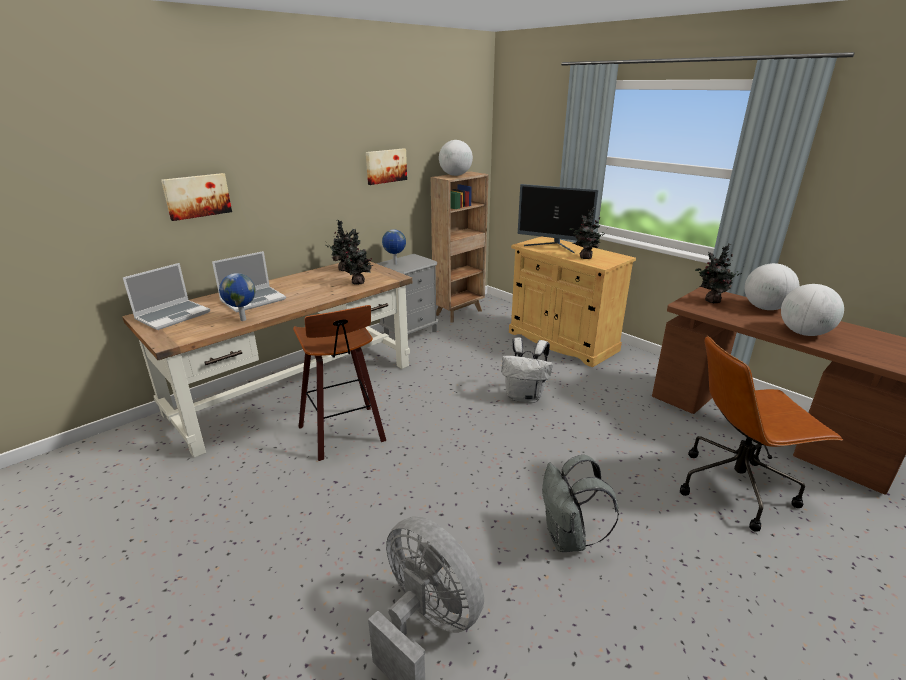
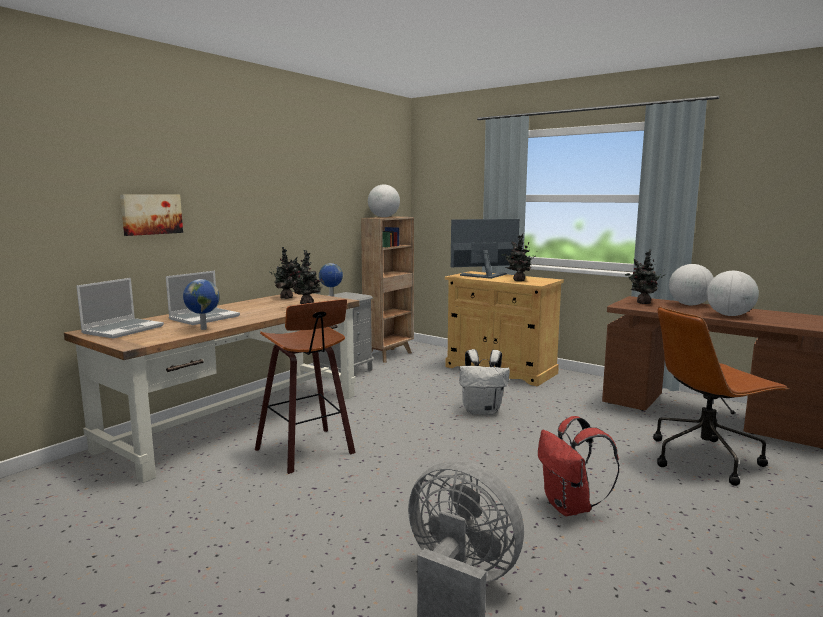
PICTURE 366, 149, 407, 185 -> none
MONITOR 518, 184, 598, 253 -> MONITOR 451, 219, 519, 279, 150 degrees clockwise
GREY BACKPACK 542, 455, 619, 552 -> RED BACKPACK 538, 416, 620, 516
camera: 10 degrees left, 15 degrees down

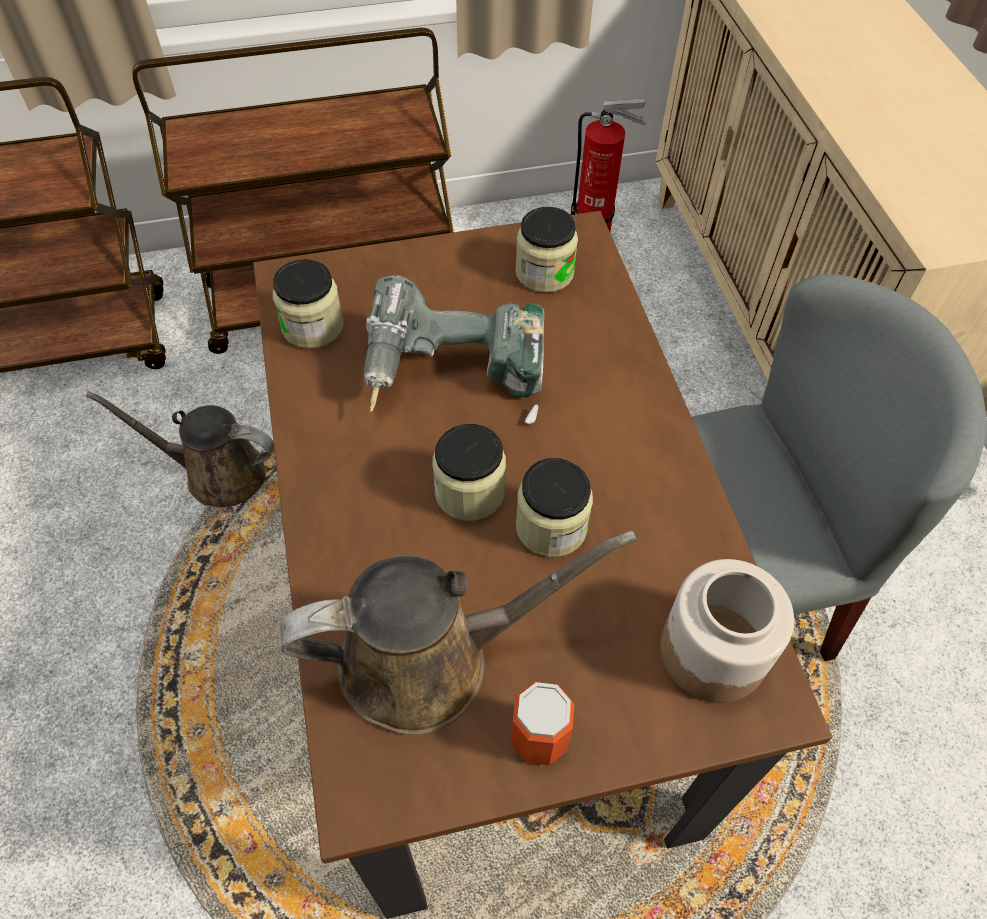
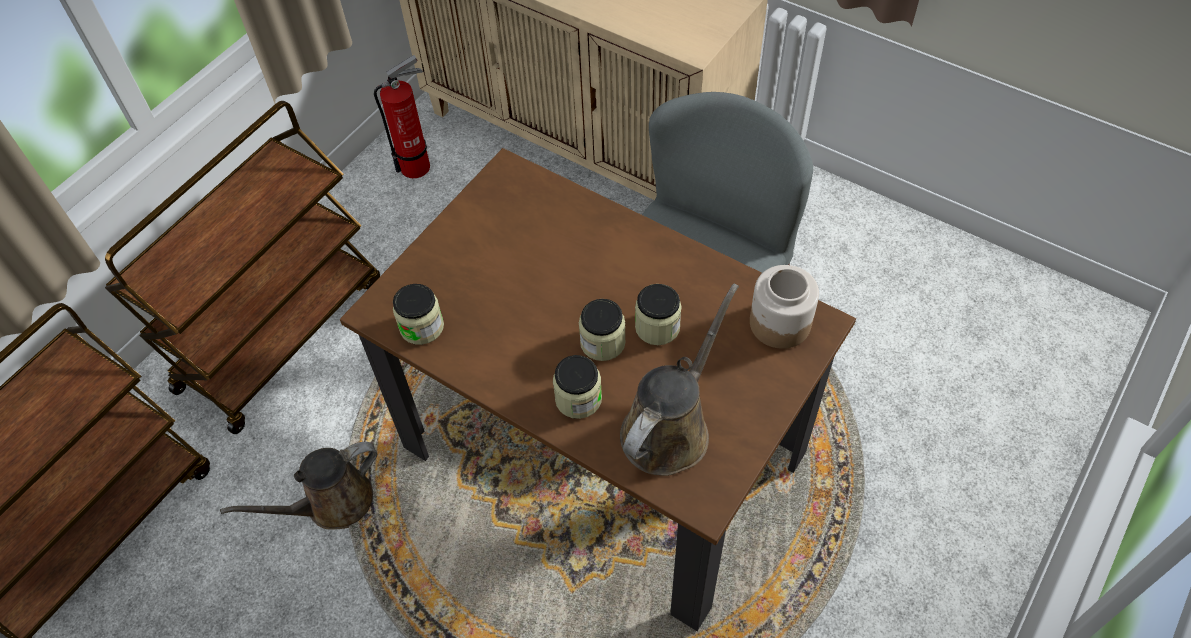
JAR 515, 207, 578, 293 -> JAR 553, 355, 602, 419, shifted
POWER DRILL 364, 275, 544, 424 -> none
CAN 511, 682, 574, 765 -> none
camera: 40 degrees left, 0 degrees up

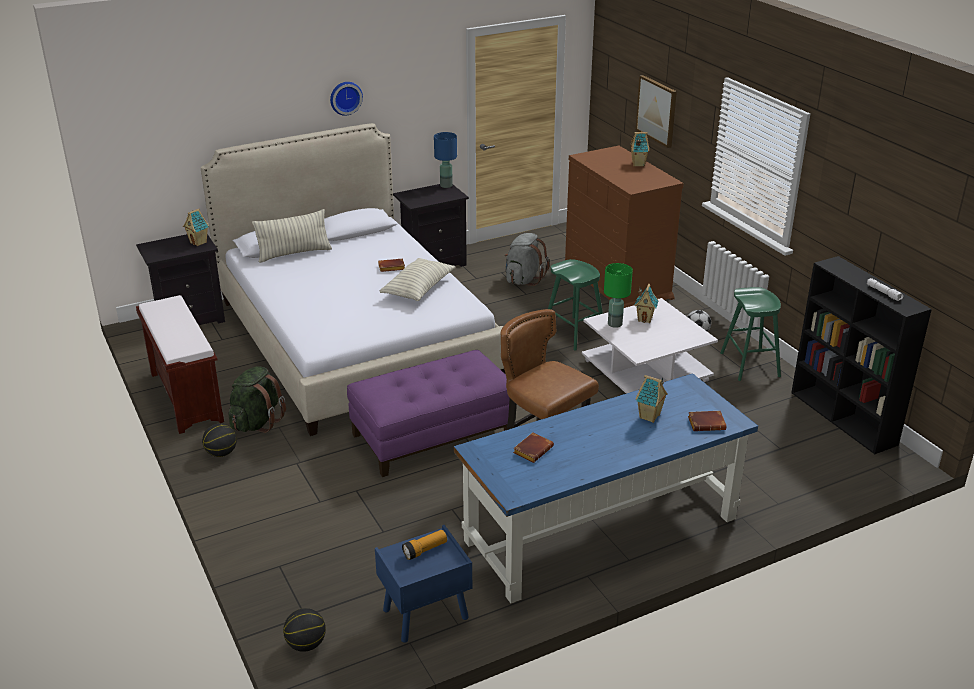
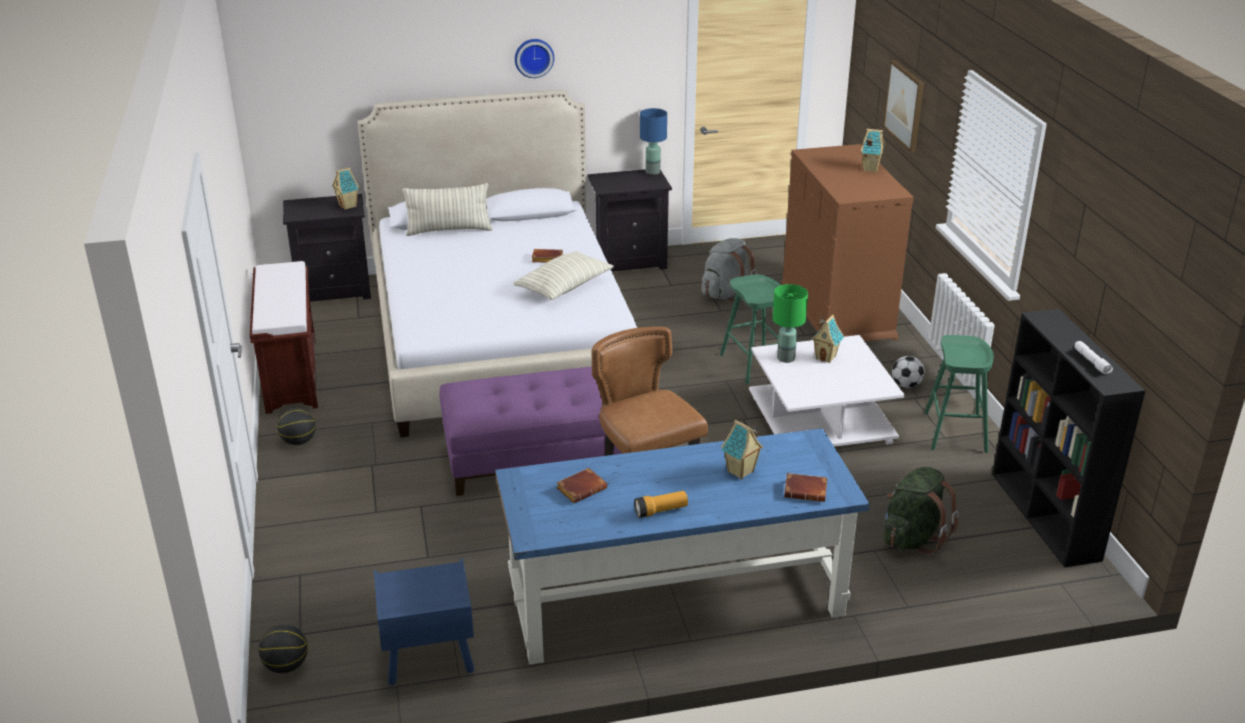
GREEN BACKPACK 228, 366, 286, 433 -> GREEN BACKPACK 883, 467, 959, 555, shifted
FLASHLIGHT 402, 530, 447, 560 -> FLASHLIGHT 634, 491, 688, 518, shifted
camera: 15 degrees right, 0 degrees up

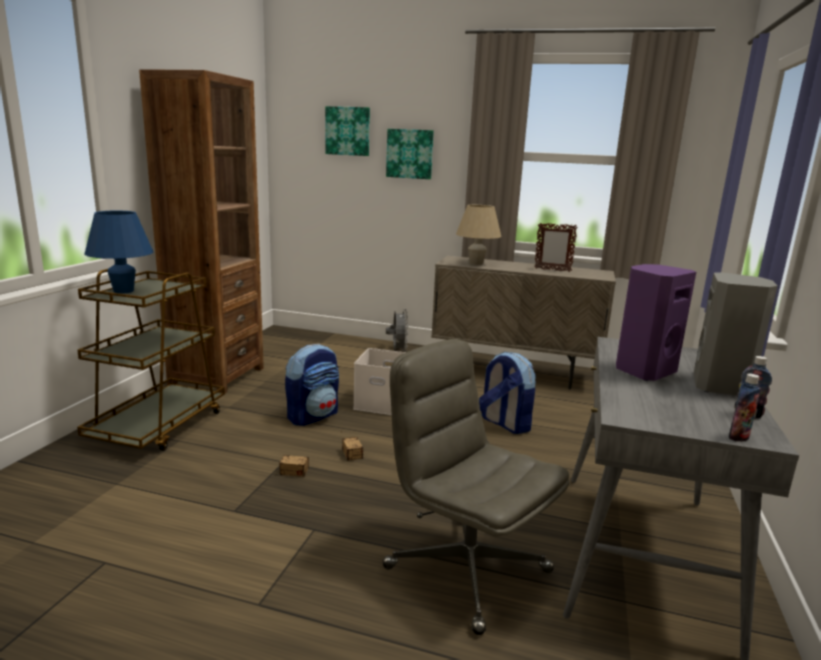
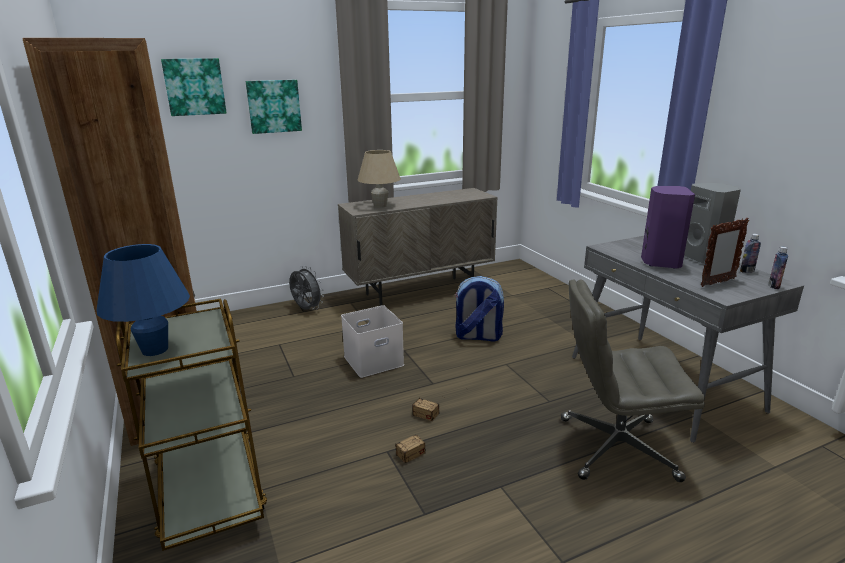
PICTURE FRAME 534, 223, 578, 272 -> PICTURE FRAME 701, 218, 749, 287, shifted
BACKPACK 285, 344, 339, 426 -> none
camera: 40 degrees left, 5 degrees up

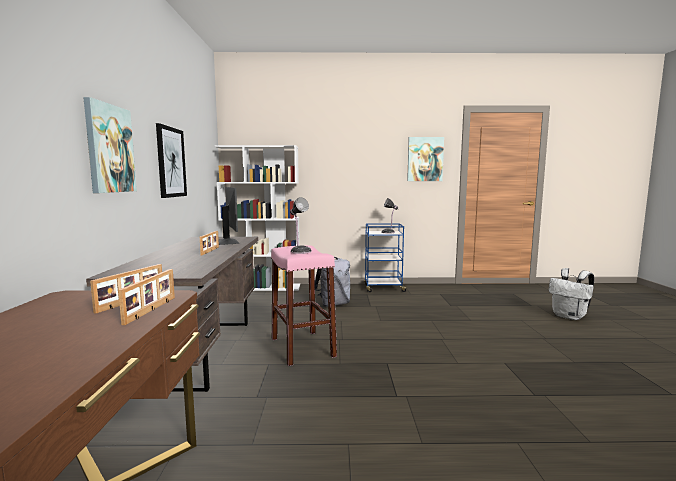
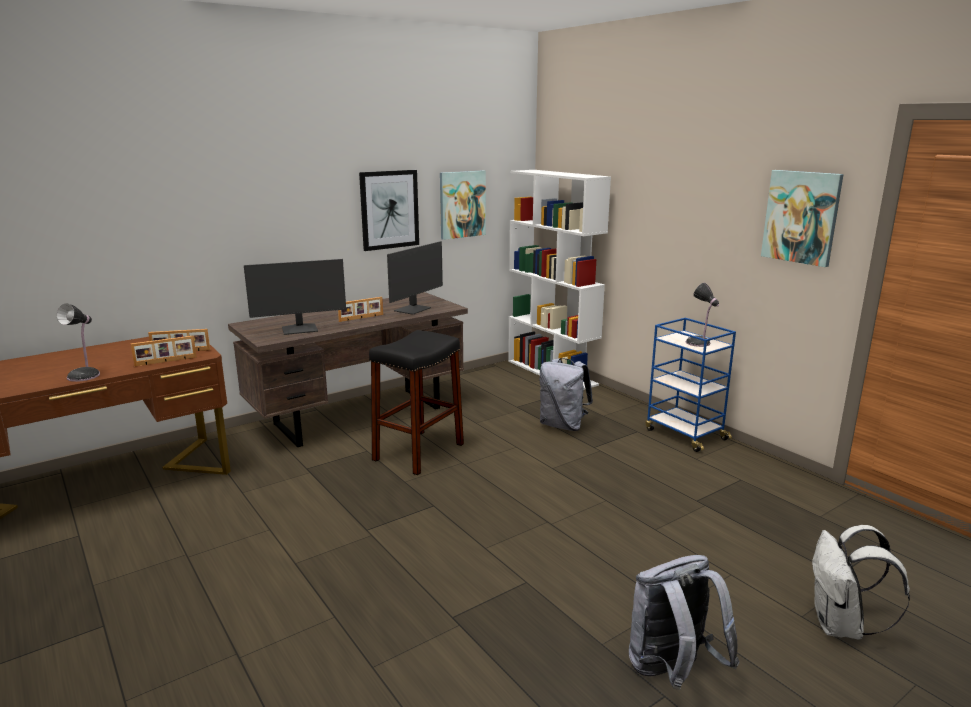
PICTURE 83, 97, 137, 193 -> PICTURE 440, 170, 486, 240, shifted
TABLE LAMP 290, 197, 312, 254 -> TABLE LAMP 57, 303, 100, 382, shifted
PINK STOOL 271, 245, 337, 366 -> BLACK STOOL 369, 330, 464, 475
none -> MONITOR 244, 259, 346, 335
none -> GREY BACKPACK 629, 555, 740, 690
camera: 55 degrees right, 10 degrees up

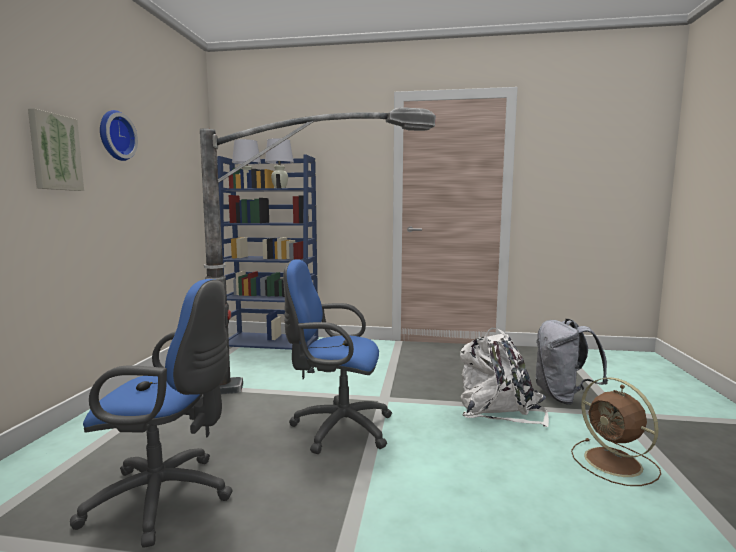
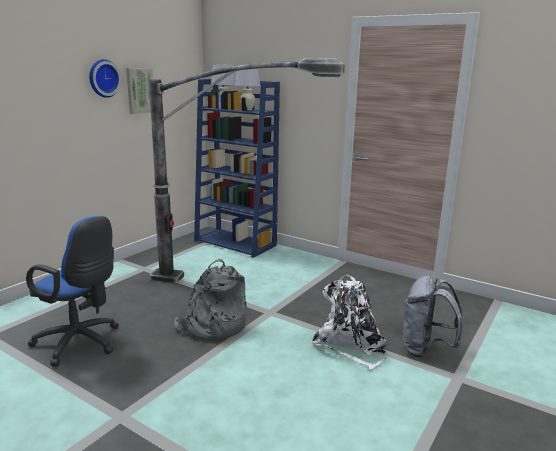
PICTURE 28, 108, 84, 191 -> PICTURE 126, 68, 153, 114, shifted
BLUE OFFICE CHAIR 283, 259, 392, 454 -> GREY BACKPACK 174, 259, 247, 341
BROWN FAN 571, 377, 661, 486 -> none
camera: 25 degrees right, 10 degrees up

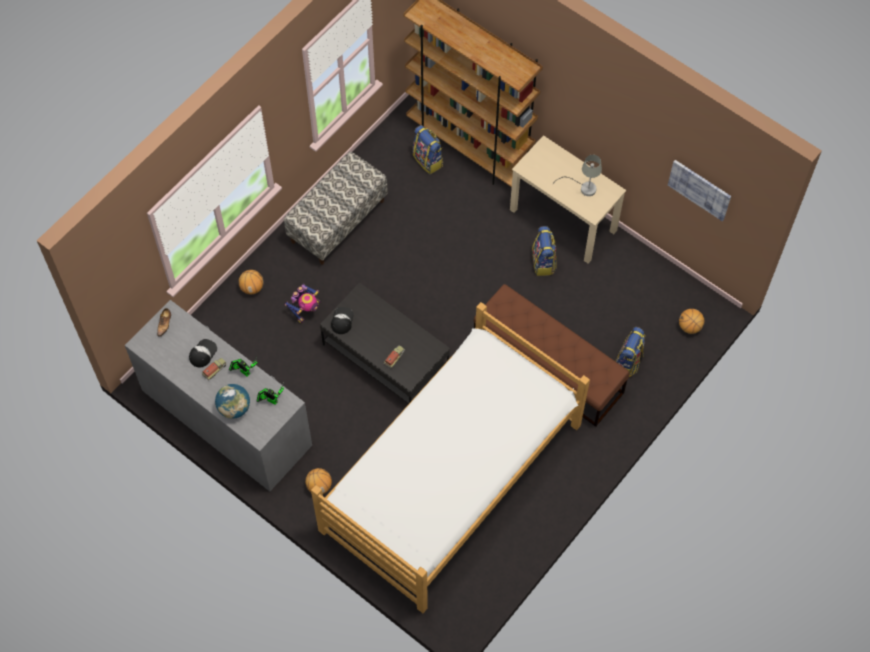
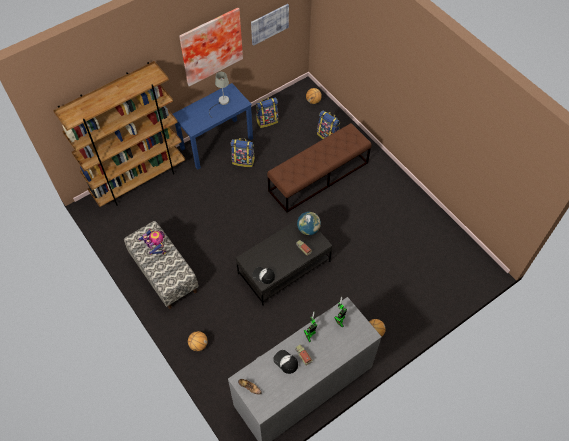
BACKPACK 413, 125, 443, 174 -> BACKPACK 256, 97, 279, 128, shifted
BEIGE DESK 510, 135, 626, 263 -> BLUE DESK 173, 83, 253, 170
TOY ROBOT 284, 284, 320, 323 -> TOY ROBOT 138, 229, 166, 255, shifted
BED 311, 302, 590, 613 -> none
GLOBE 215, 384, 250, 419 -> GLOBE 297, 212, 321, 235, shifted
none -> PICTURE 179, 8, 243, 86
camera: 75 degrees left, 5 degrees down

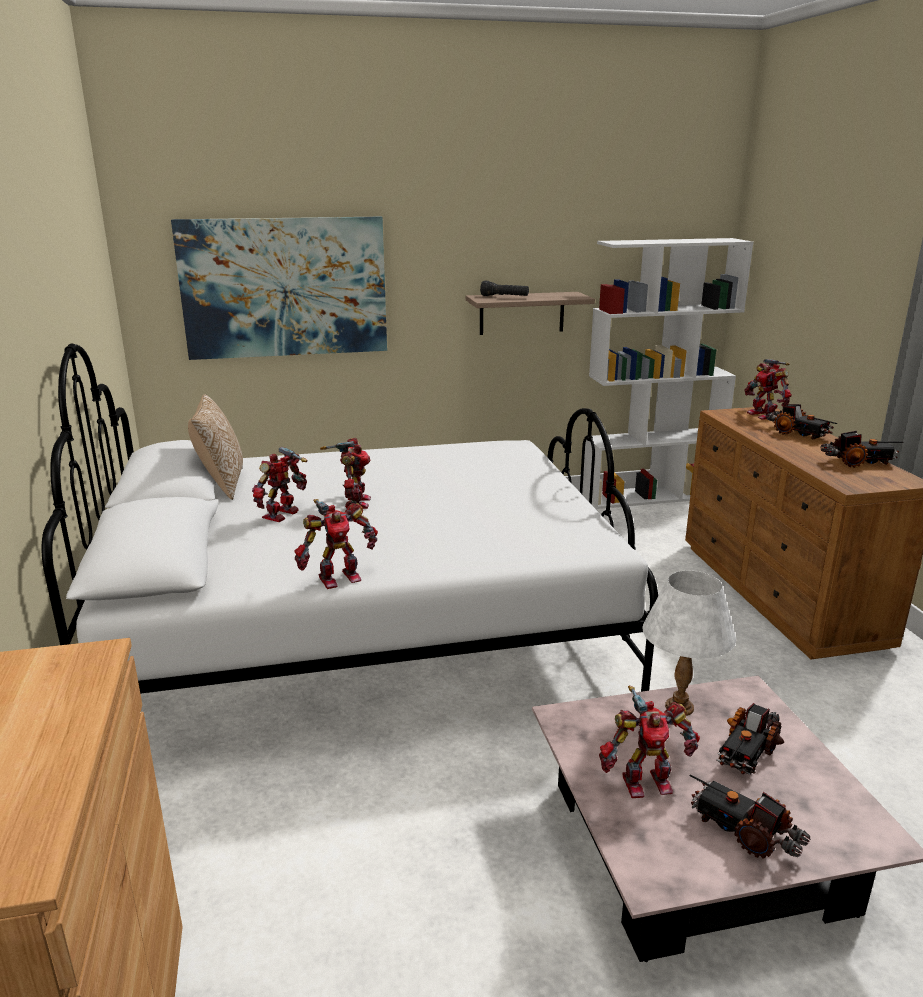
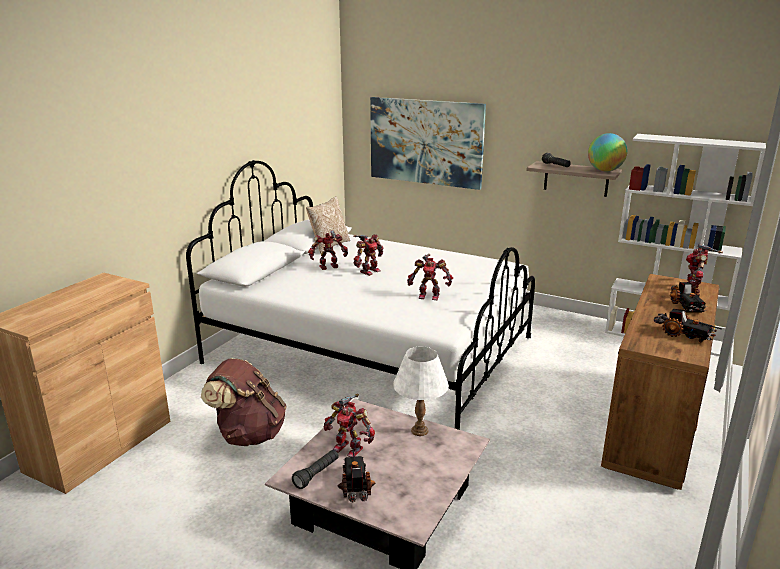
TOY ROBOT 294, 499, 378, 589 -> TOY ROBOT 407, 254, 453, 300, shifted
TOY TRUCK 717, 703, 784, 774 -> none
none -> GLOBE 588, 133, 628, 171
none -> BROWN BACKPACK 201, 358, 287, 446
none -> BLACK FLASHLIGHT 292, 450, 339, 489
camera: 40 degrees right, 0 degrees up

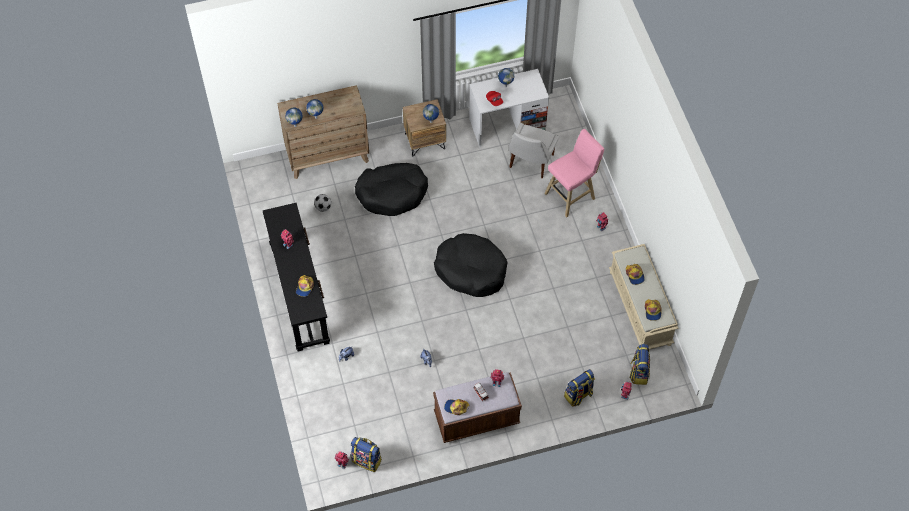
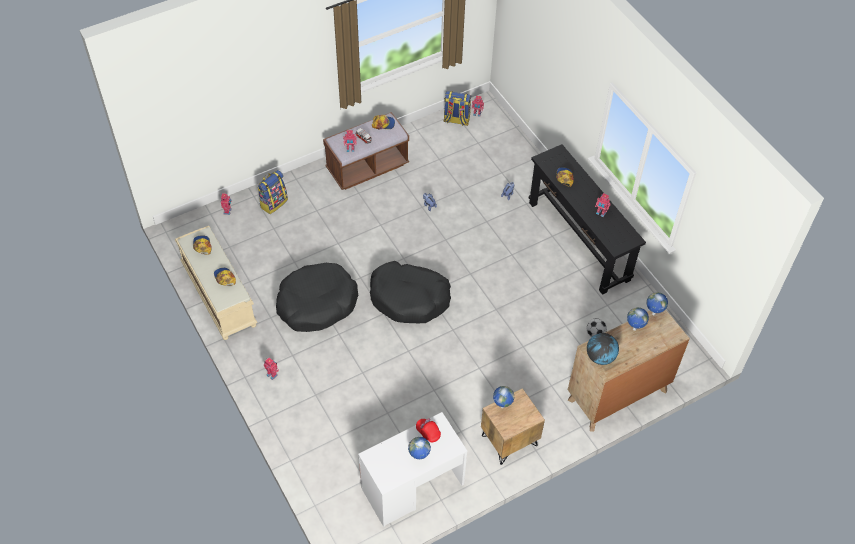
WHITE CHAIR 509, 123, 559, 178 -> none
PINK STOOL 544, 129, 604, 217 -> none
BLACK DOG BED 355, 163, 428, 216 -> BLACK DOG BED 276, 263, 358, 332, shifted
BACKPACK 630, 344, 650, 385 -> none
none -> GLOBE 587, 333, 619, 365
camera: 165 degrees right, 5 degrees down

